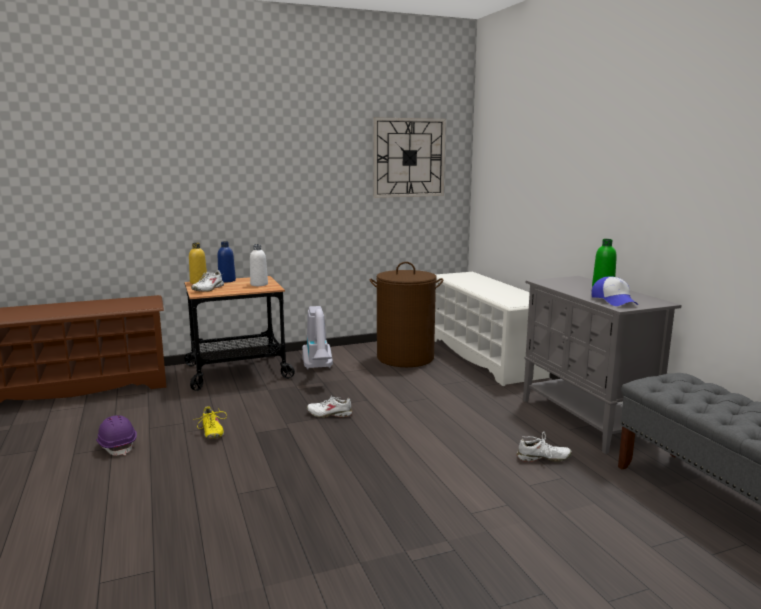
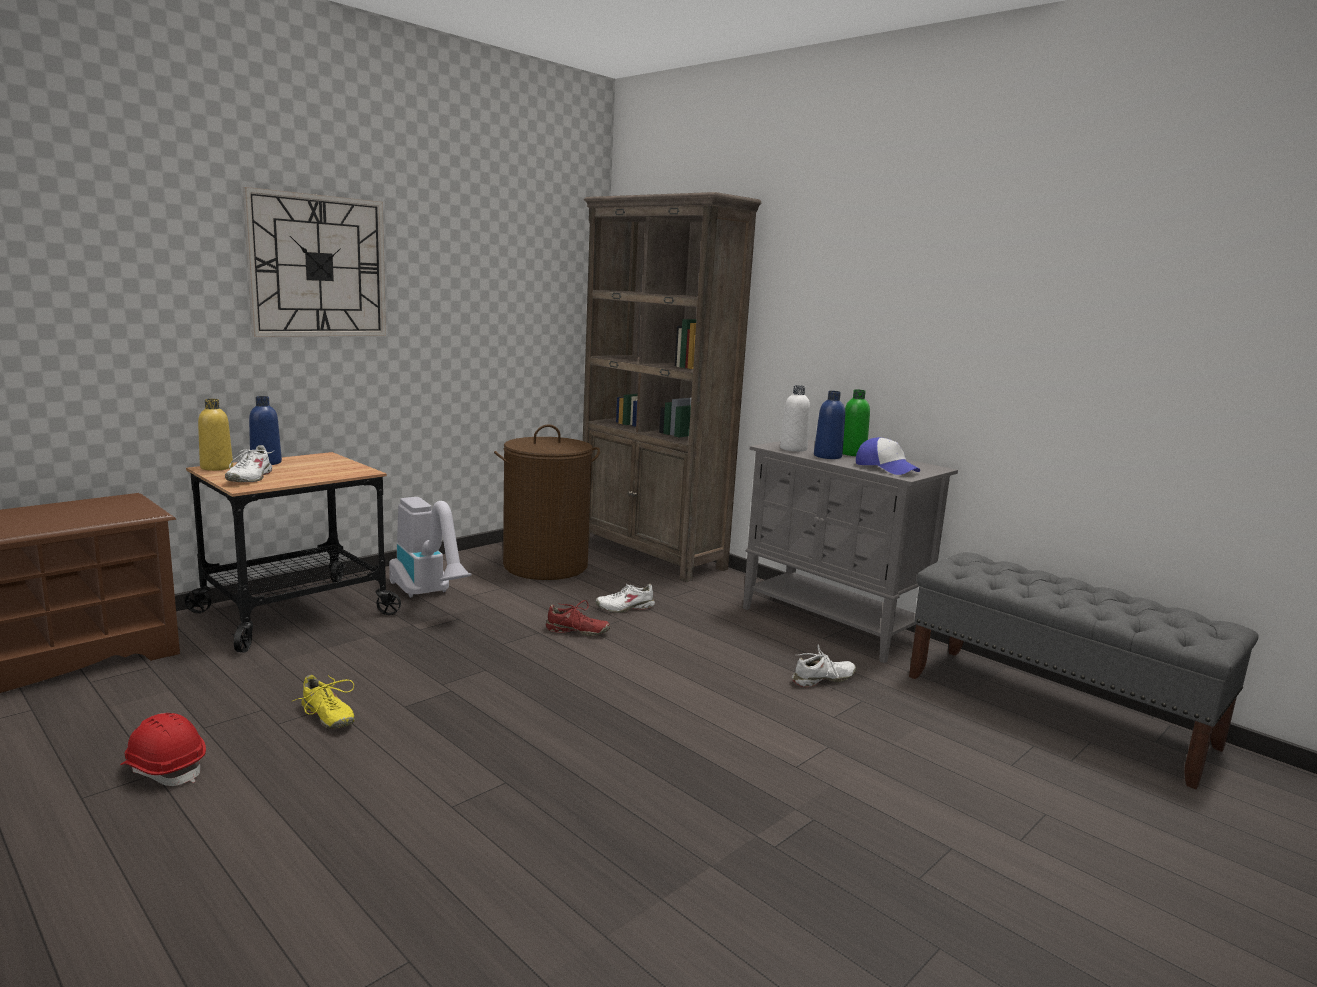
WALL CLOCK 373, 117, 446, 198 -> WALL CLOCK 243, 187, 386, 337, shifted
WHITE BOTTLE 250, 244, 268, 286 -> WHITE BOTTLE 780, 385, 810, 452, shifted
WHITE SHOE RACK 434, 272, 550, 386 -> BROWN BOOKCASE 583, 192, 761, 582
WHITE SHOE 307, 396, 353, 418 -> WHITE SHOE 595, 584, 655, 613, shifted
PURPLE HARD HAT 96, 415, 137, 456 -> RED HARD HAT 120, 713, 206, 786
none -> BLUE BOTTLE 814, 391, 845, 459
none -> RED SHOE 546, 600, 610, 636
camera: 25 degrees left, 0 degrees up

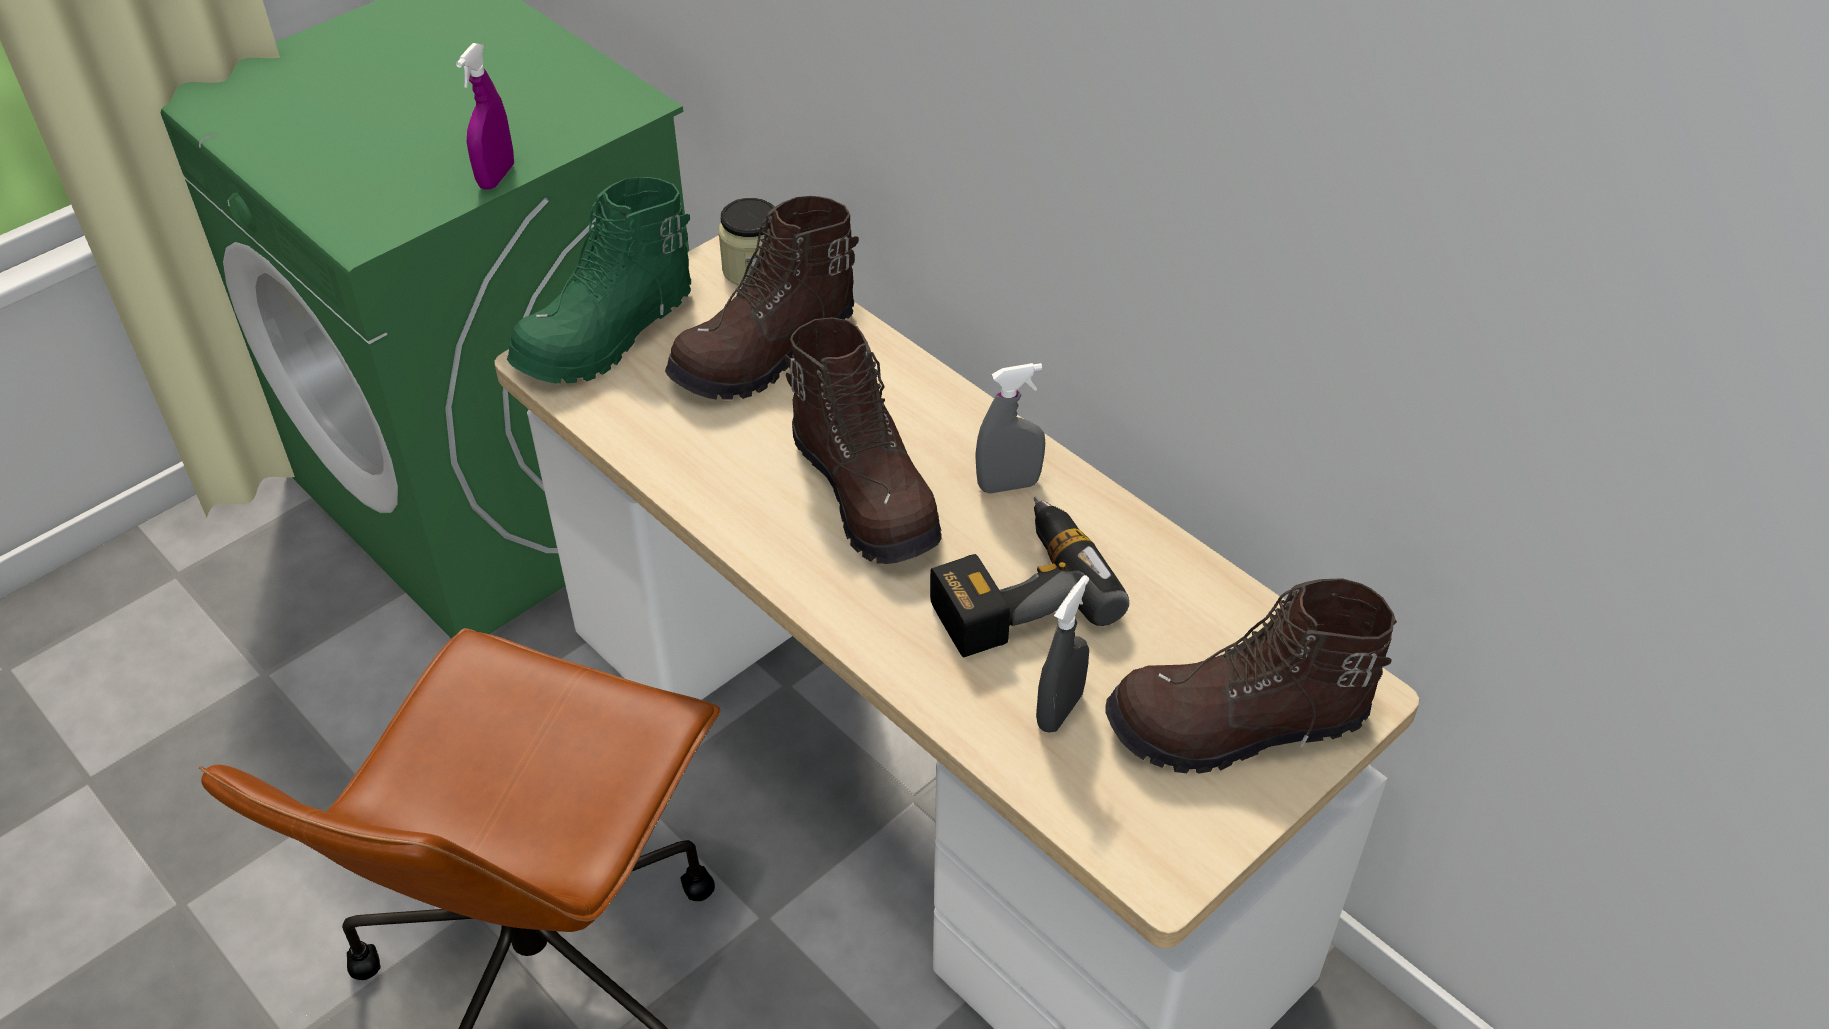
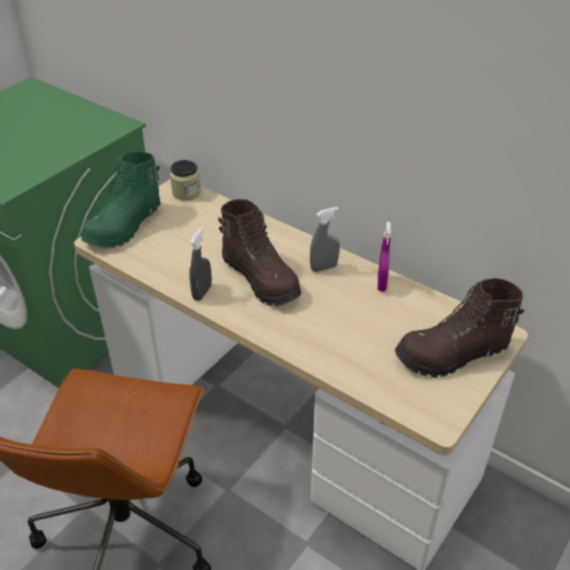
PURPLE SPRAY BOTTLE 456, 43, 514, 190 -> PURPLE SPRAY BOTTLE 377, 222, 391, 292, shifted
BROWN BOOT 665, 196, 859, 400 -> none
POWER DRILL 930, 497, 1129, 658 -> none
GREY SPRAY BOTTLE 1036, 575, 1090, 733 -> GREY SPRAY BOTTLE 190, 227, 212, 301, shifted
camera: 10 degrees left, 5 degrees down

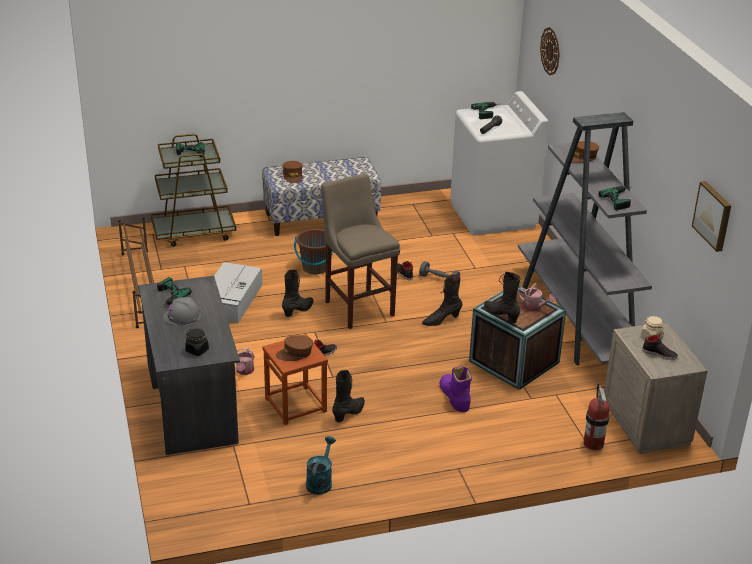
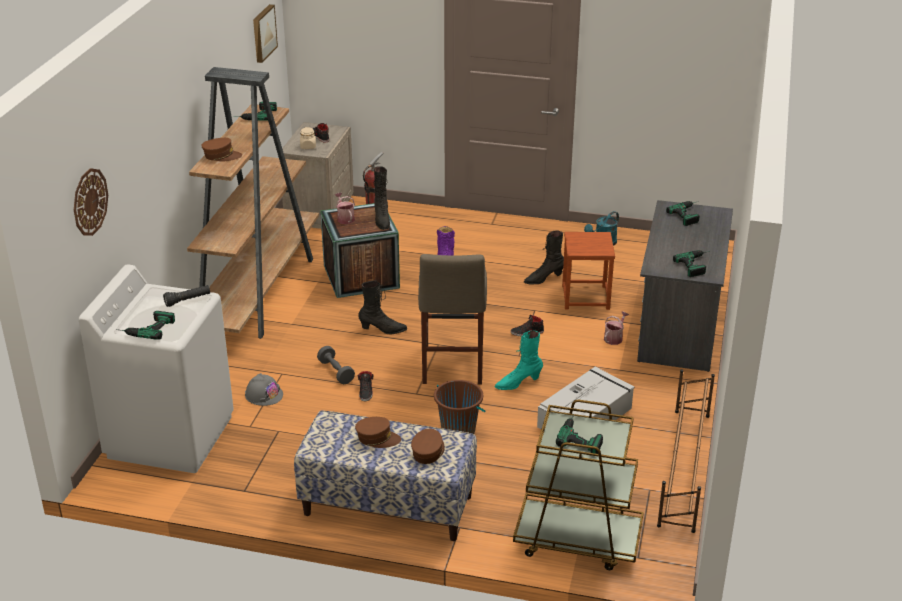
GREY BOOKCASE 518, 112, 652, 365 -> BROWN BOOKCASE 187, 67, 319, 339
BLACK BOOT 282, 270, 314, 317 -> TURQUOISE BOOT 495, 330, 543, 390
GREY HARD HAT 163, 297, 201, 326 -> GREY HARD HAT 245, 373, 283, 406, shifted
BLACK JAR 185, 328, 209, 356 -> POWER DRILL 666, 201, 699, 226
BROWN CAP 276, 335, 313, 361 -> BROWN CAP 355, 417, 401, 448, shifted
camera: 150 degrees left, 0 degrees up

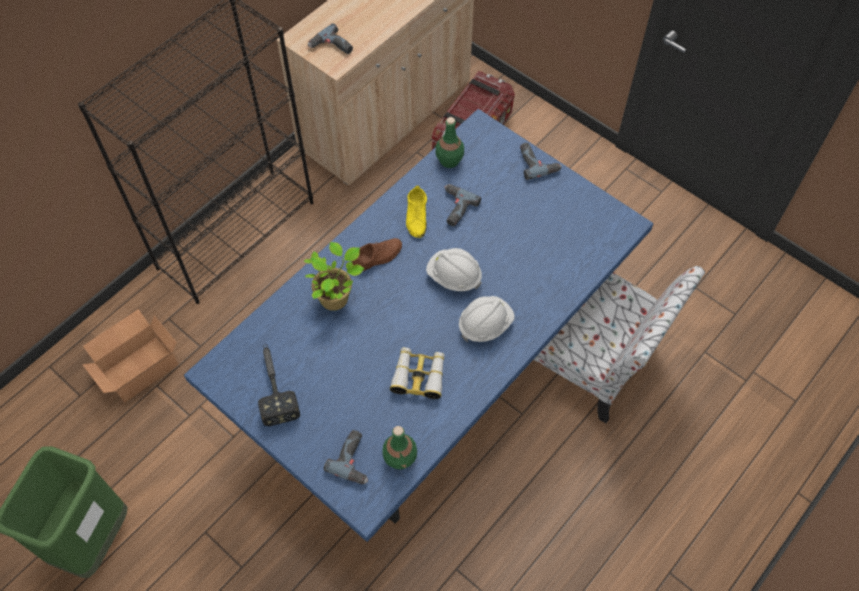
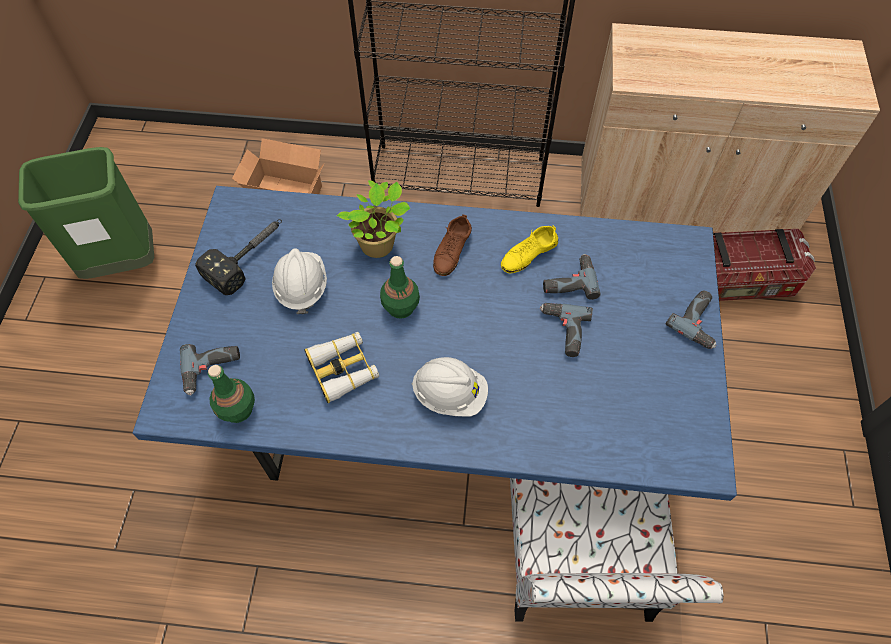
POWER DRILL 308, 23, 353, 54 -> POWER DRILL 540, 303, 593, 357, shifted
GREEN BOTTLE 435, 117, 464, 168 -> GREEN BOTTLE 380, 256, 420, 319, shifted
BROWN SHOE 352, 238, 402, 271 -> BROWN SHOE 433, 214, 472, 276, 90 degrees clockwise
WHITE HARD HAT 426, 248, 482, 291 -> WHITE HARD HAT 272, 248, 327, 314, shifted
camera: 55 degrees right, 0 degrees up

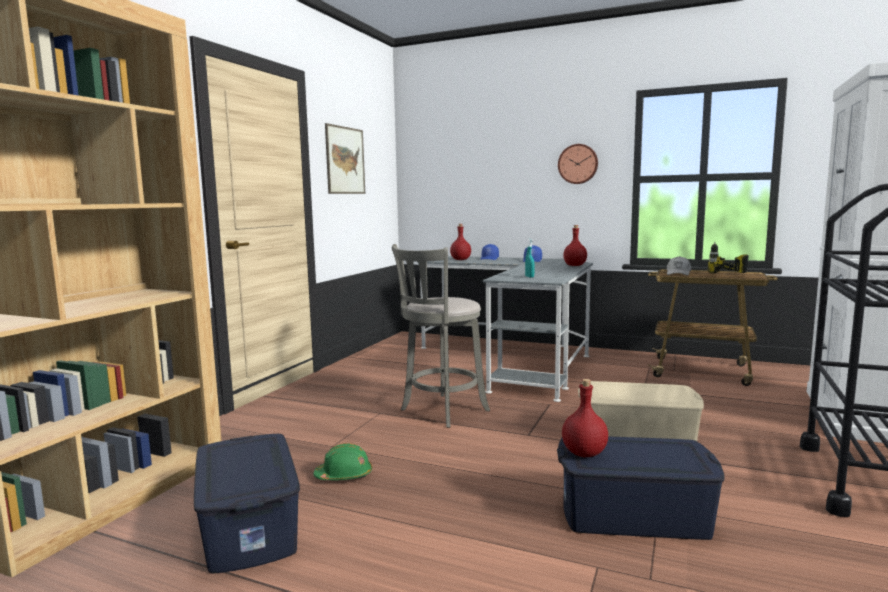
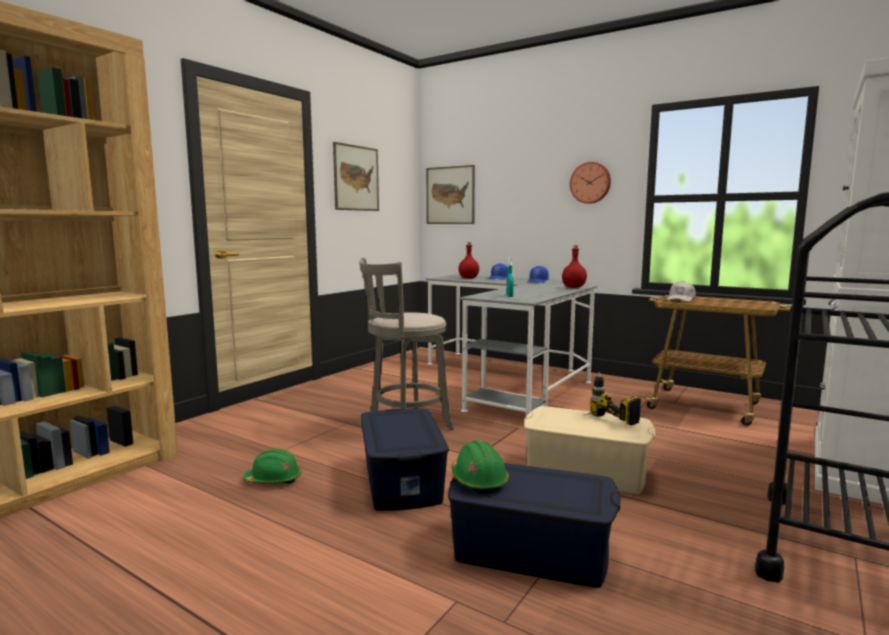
POWER DRILL 708, 242, 748, 273 -> POWER DRILL 586, 372, 641, 425, shifted
RED BOTTLE 562, 379, 608, 457 -> GREEN HARD HAT 451, 440, 509, 493
BLUE STORAGE BOX 194, 434, 300, 573 -> BLUE STORAGE BOX 361, 409, 449, 511, shifted
none -> PICTURE 426, 165, 475, 224
camera: 10 degrees right, 0 degrees up

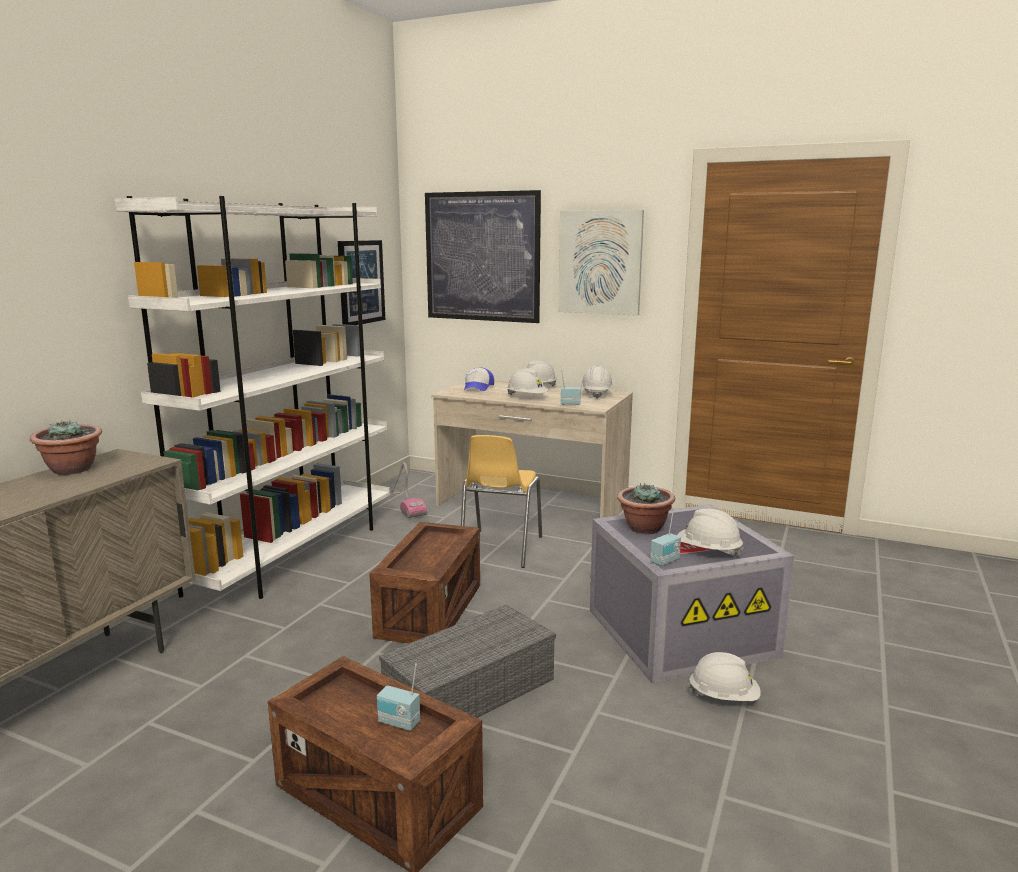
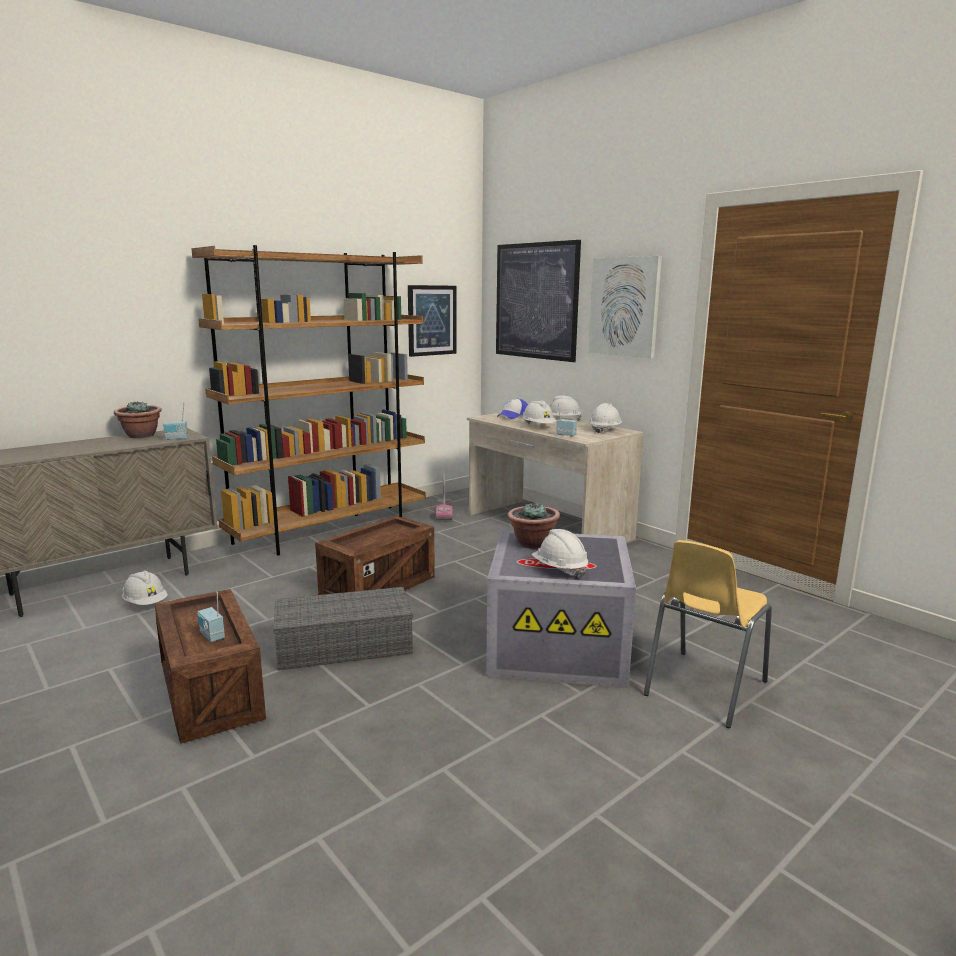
WHITE BOOKCASE 115, 196, 390, 599 -> BROWN BOOKCASE 191, 245, 426, 555
YELLOW CHAIR 461, 435, 542, 568 -> YELLOW CHAIR 644, 540, 772, 728, shifted
RADIO 650, 508, 681, 566 -> RADIO 163, 402, 188, 440, shifted
WHITE HARD HAT 688, 652, 761, 701 -> WHITE HARD HAT 122, 571, 168, 605, shifted
camera: 25 degrees right, 0 degrees up

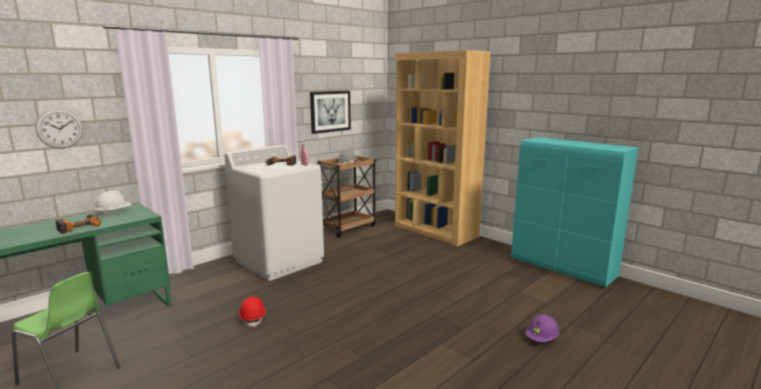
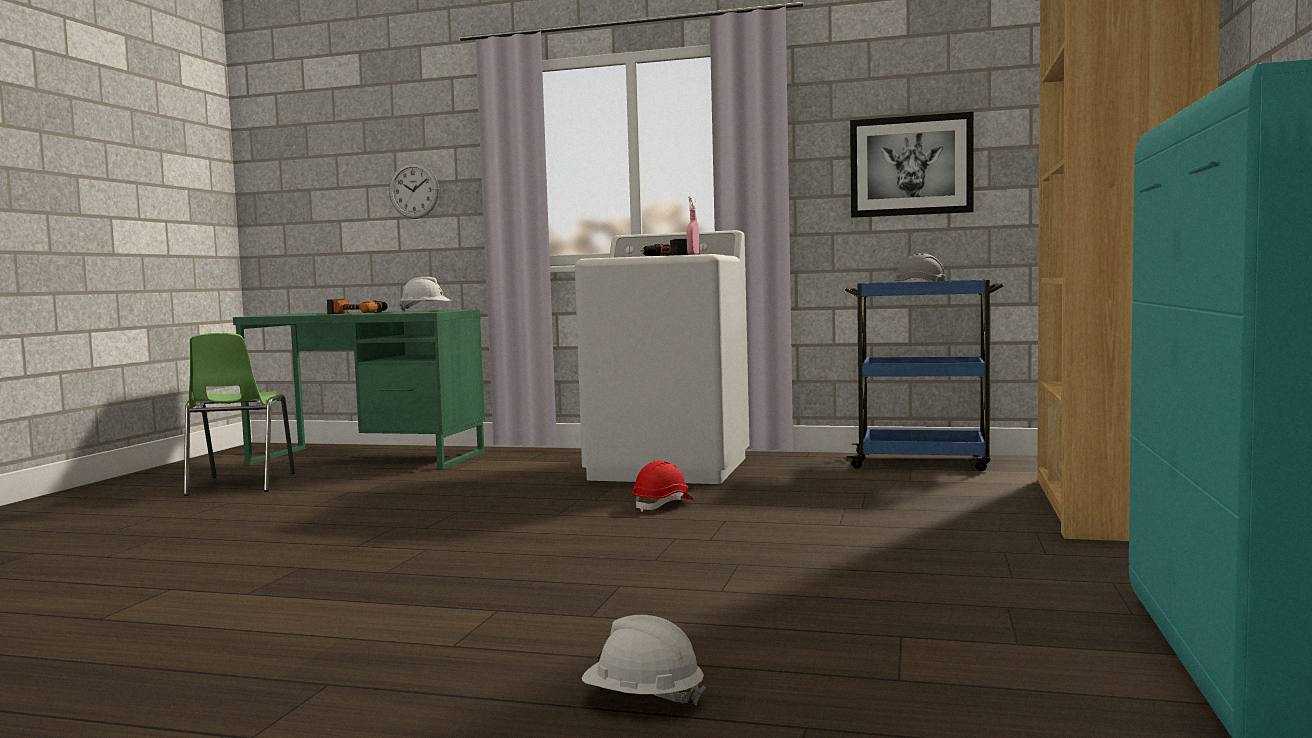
BROWN CART 316, 156, 377, 238 -> BLUE CART 845, 279, 1003, 471
RED HARD HAT 239, 297, 266, 327 -> RED HARD HAT 632, 461, 694, 512, shifted
PURPLE HARD HAT 525, 314, 559, 342 -> WHITE HARD HAT 582, 615, 706, 706
camera: 60 degrees right, 10 degrees down

